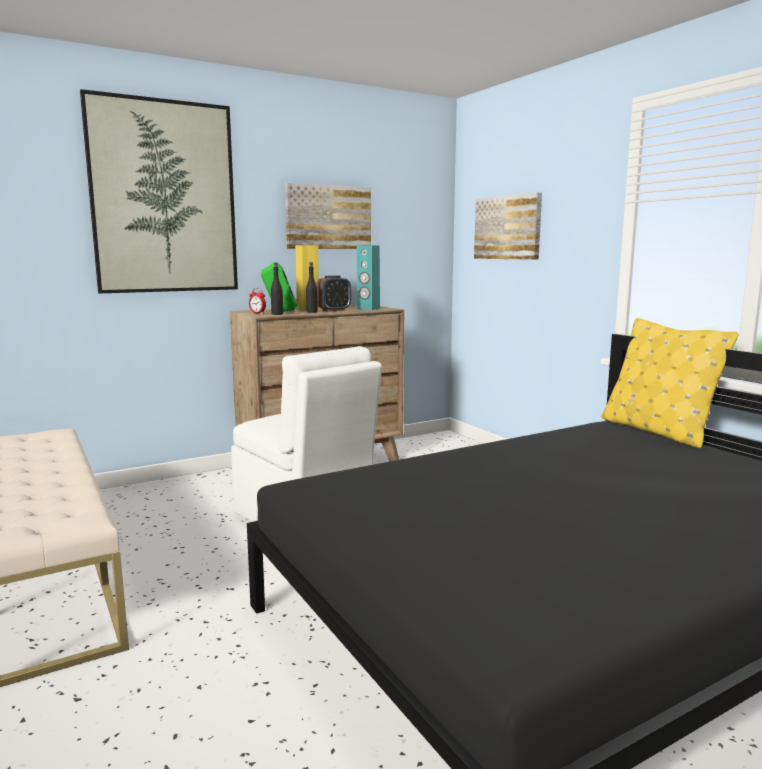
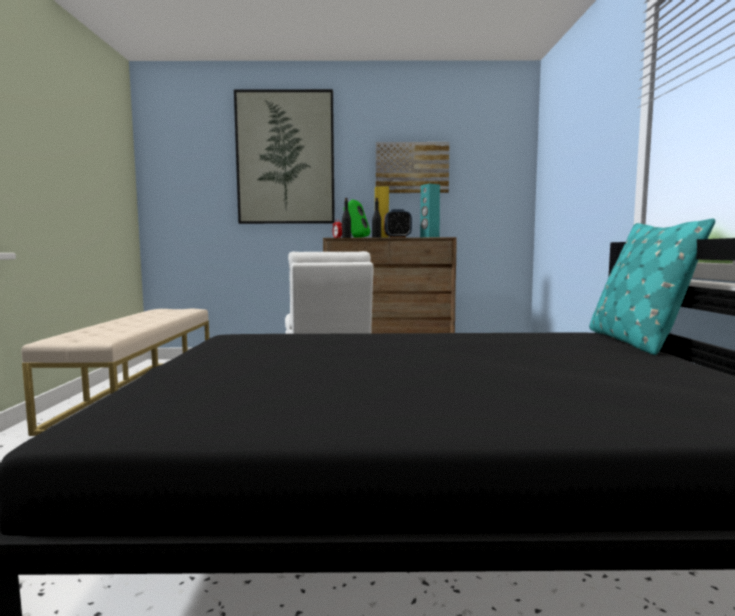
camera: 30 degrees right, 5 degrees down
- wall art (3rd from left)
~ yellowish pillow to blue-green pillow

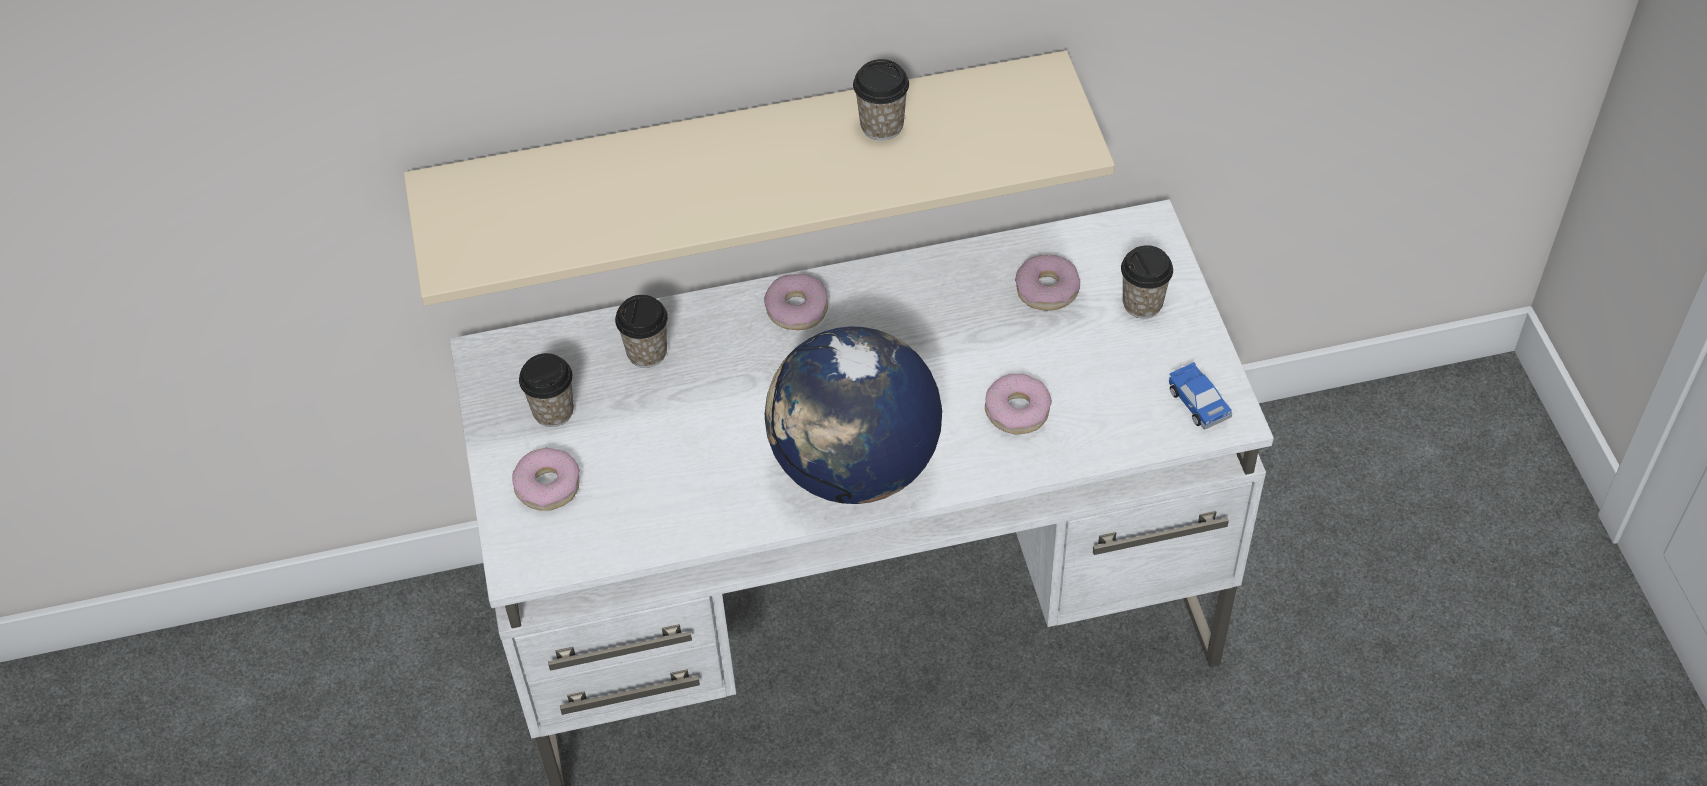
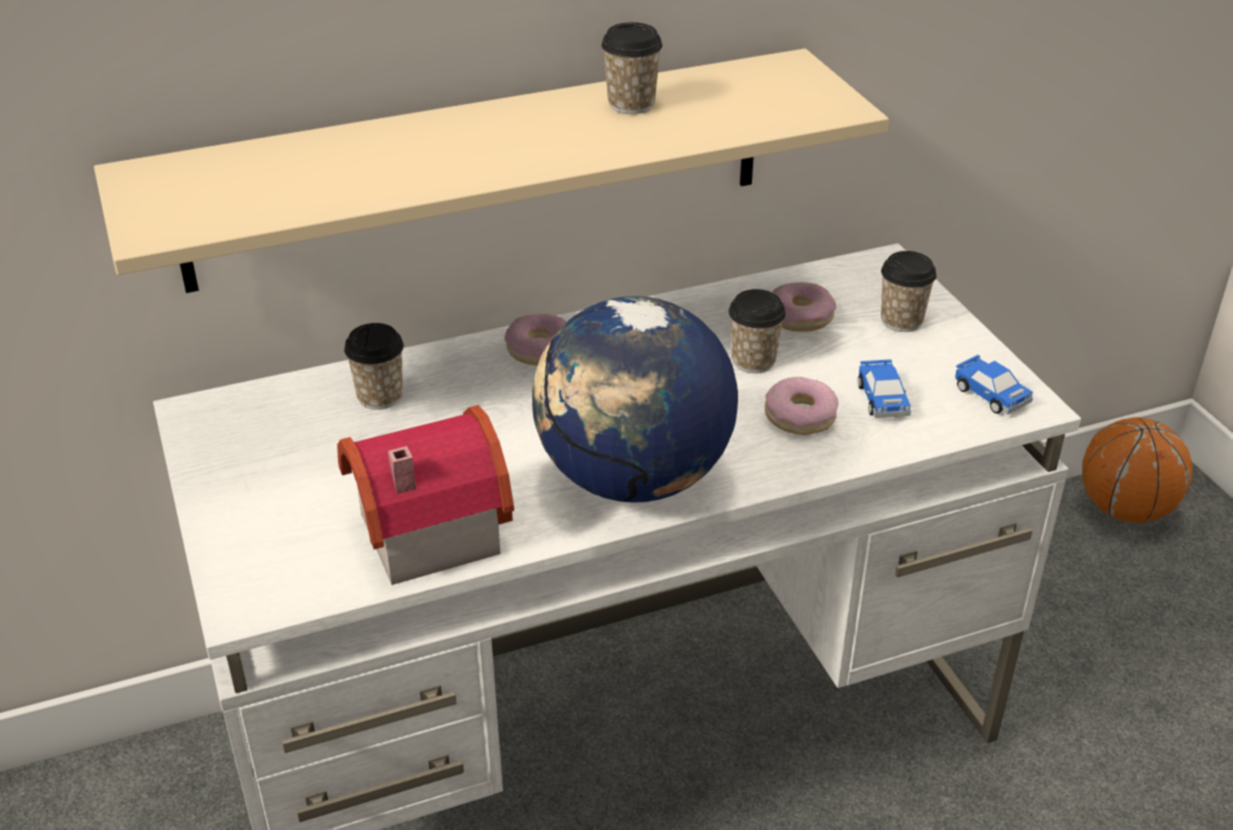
camera: 10 degrees left, 15 degrees down
- ring doughnut (1st from left)
~ cup (1st from left in the first image) to cup (3rd from left)
+ model house
+ model car (1st from left)
+ ball for basketball

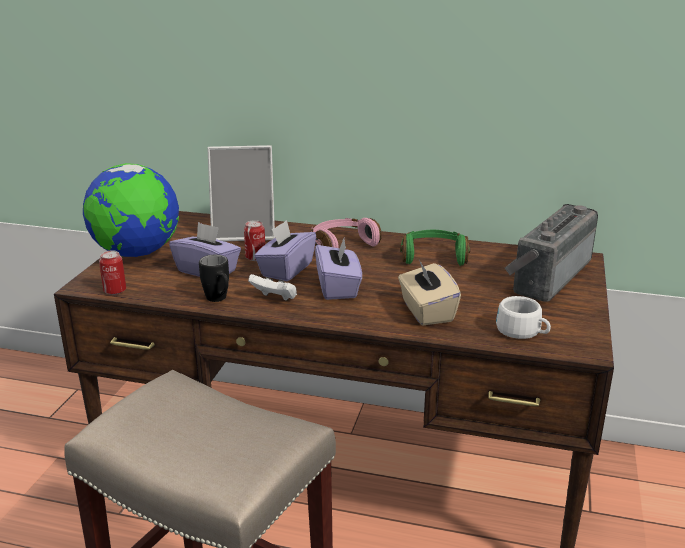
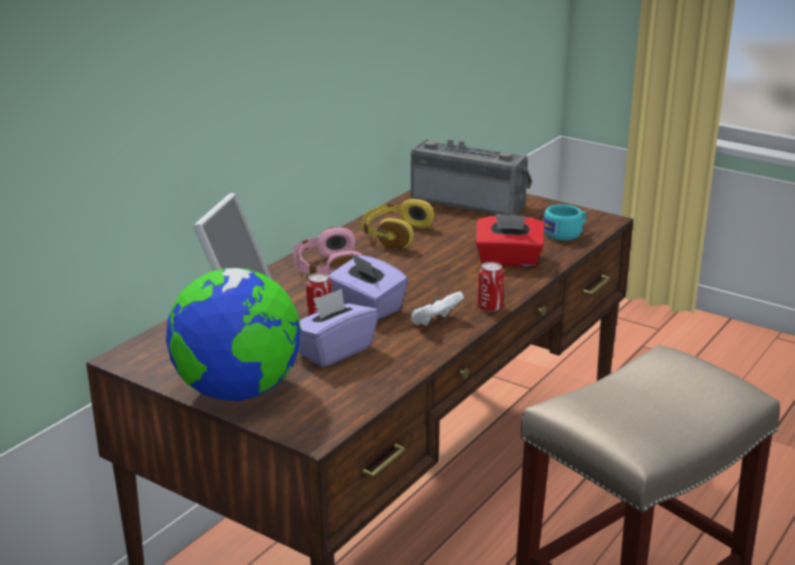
camera: 70 degrees left, 0 degrees up
~ metal can (1st from left in the first image) to metal can (2nd from left)
- blackish tea mug
- purple tissue holder (3rd from left)
~ beige tissue holder to red-coloured tissue holder
~ greenish headphones to yellowish headphones
~ whitish cup to blue-green cup
~ radio 150 degrees clockwise

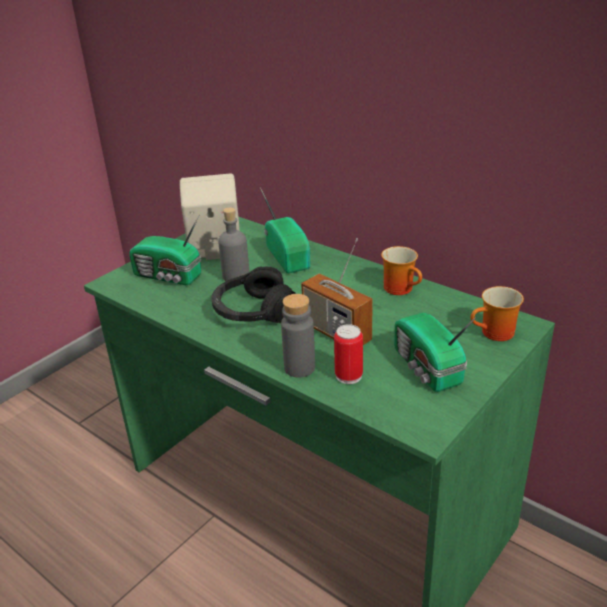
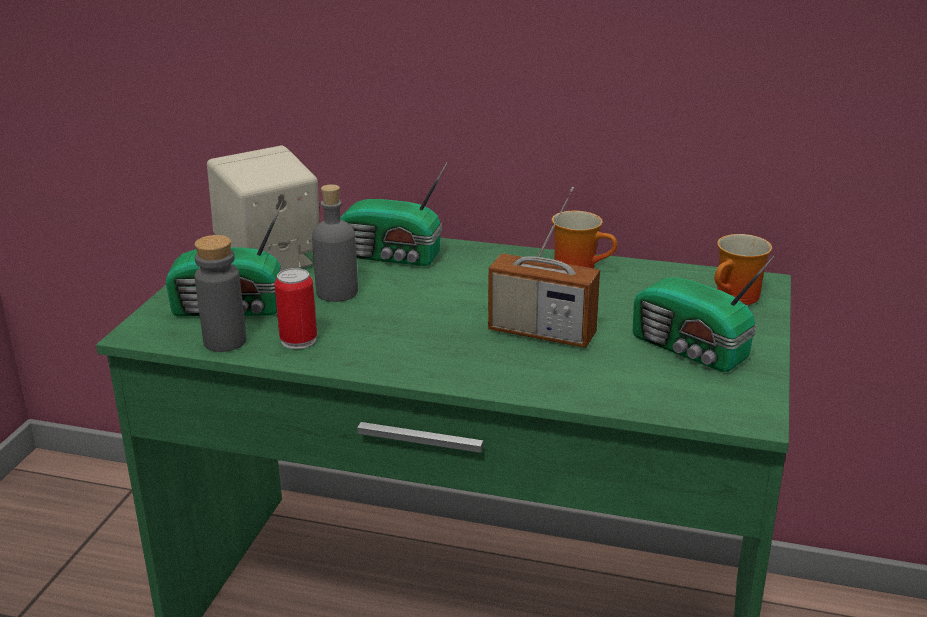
camera: 25 degrees left, 5 degrees down
- blackish headphones
~ radio (2nd from left) 150 degrees clockwise
~ greyish drink bottle (2nd from left in the first image) to greyish drink bottle (1st from left)
~ metal can

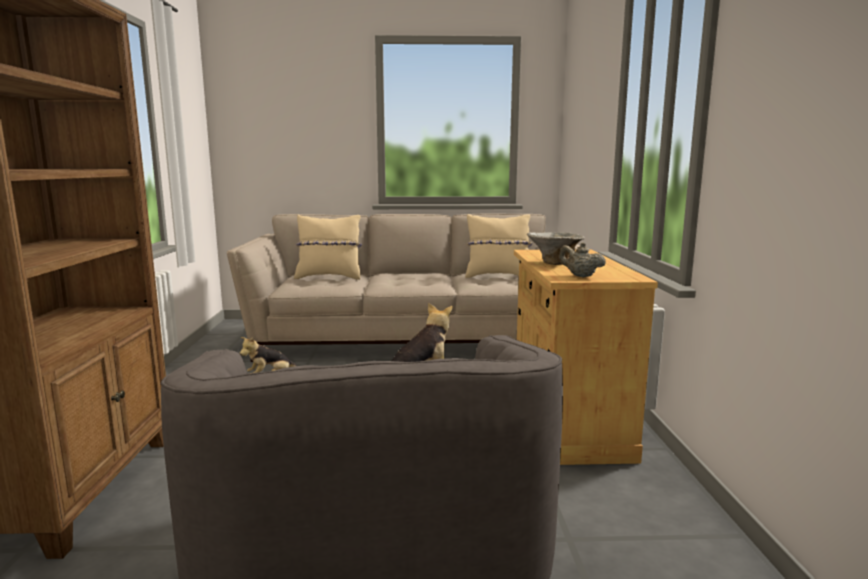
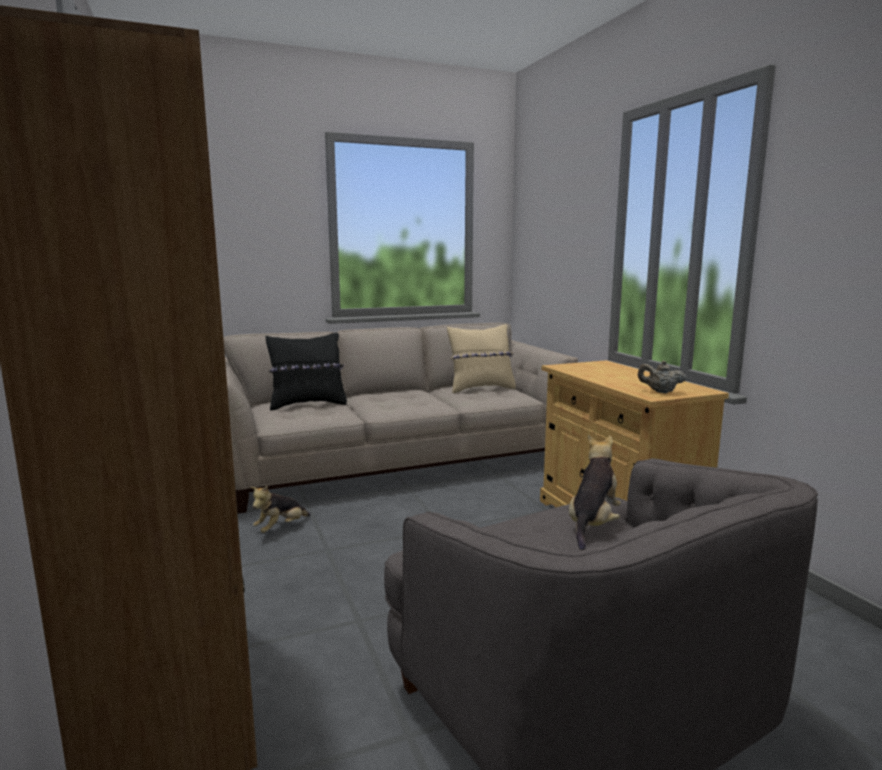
camera: 20 degrees left, 0 degrees up
~ beige pillow (1st from left) to blackish pillow
- bowl

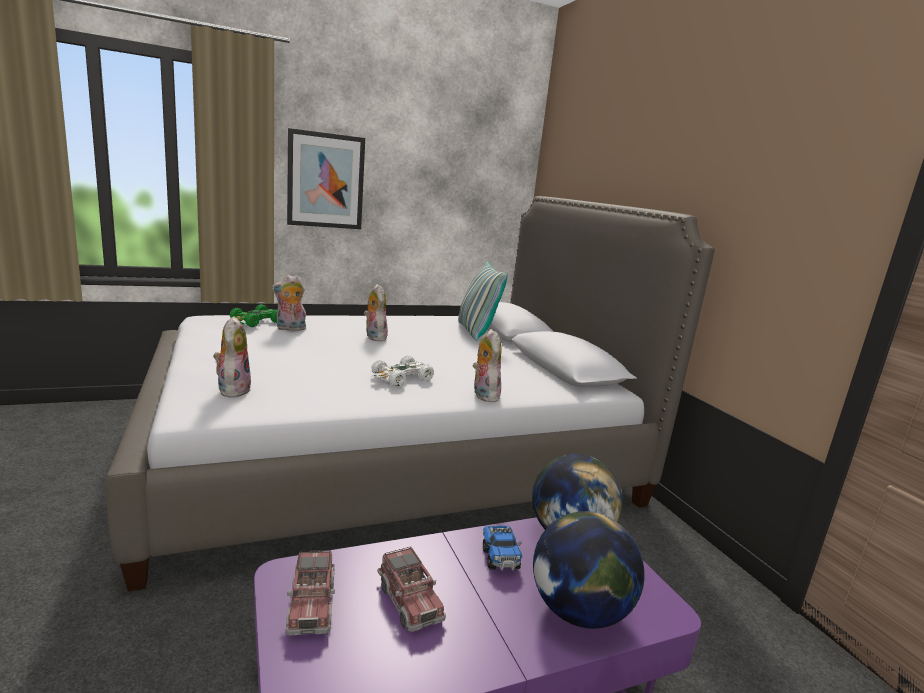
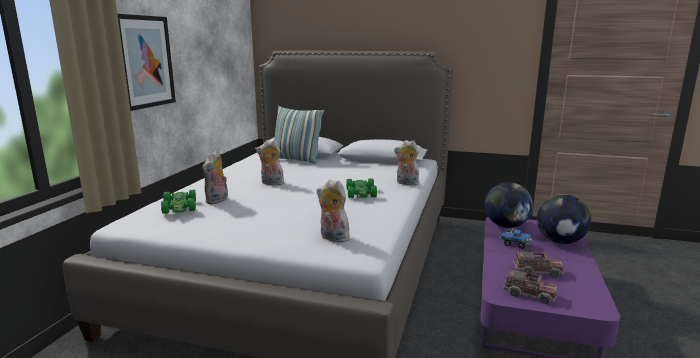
camera: 50 degrees left, 0 degrees up
~ whitish model car to greenish model car (2nd from left)

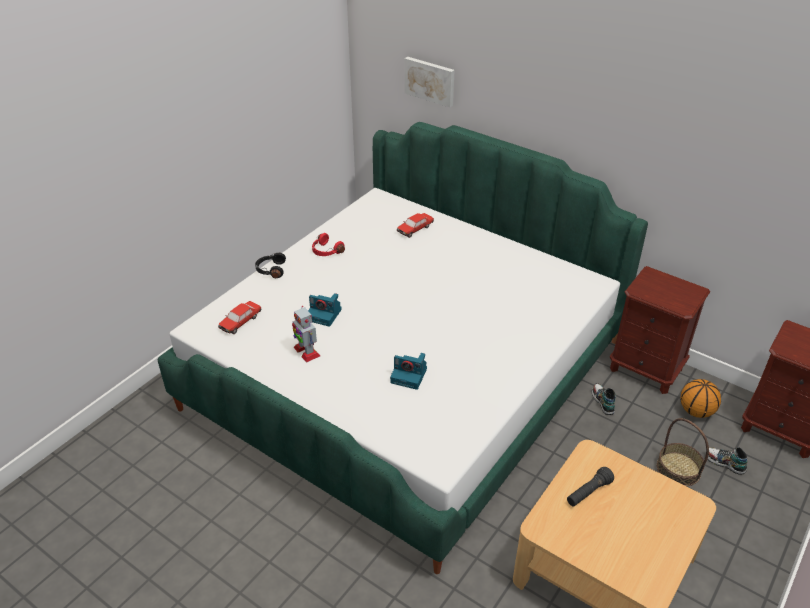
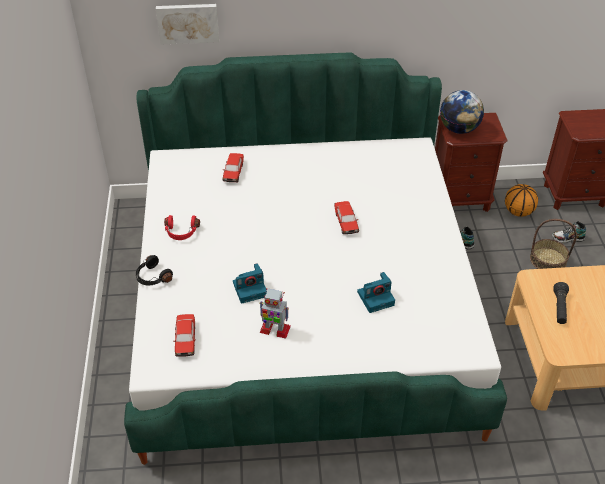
camera: 40 degrees left, 5 degrees up
+ model car (3rd from left)
+ desk globe

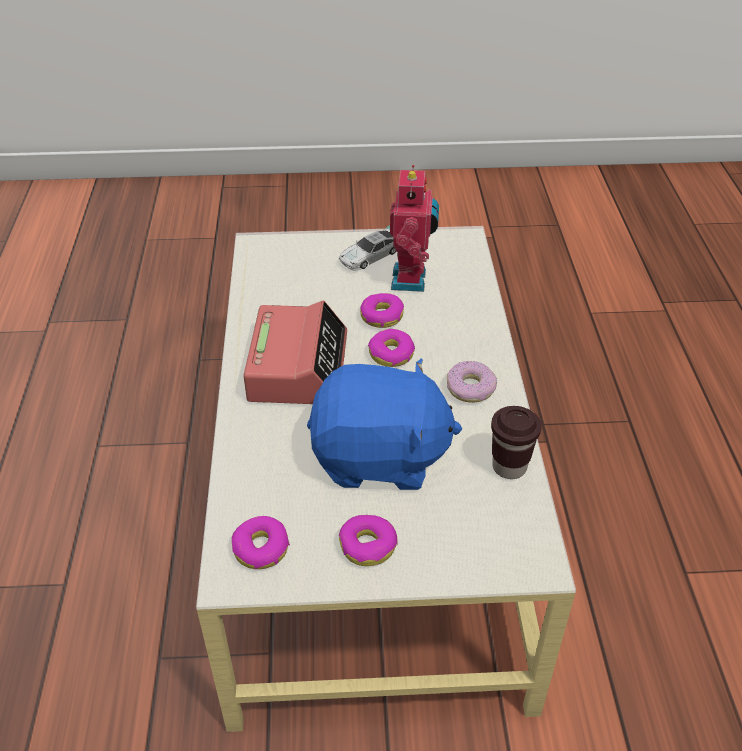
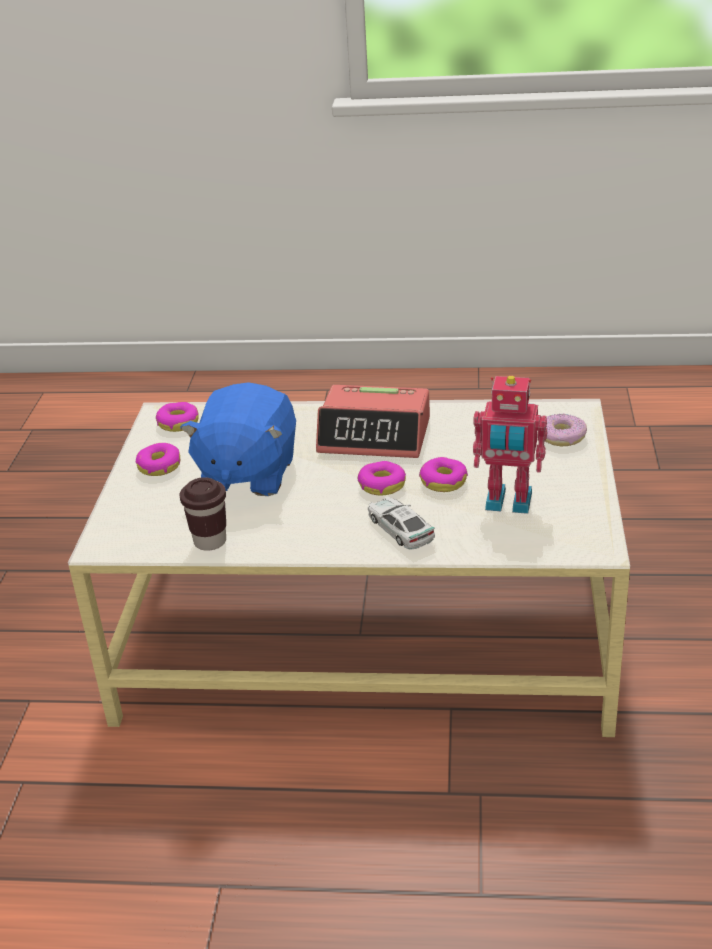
camera: 100 degrees right, 10 degrees down
~ model car
~ ring doughnut (5th from left)

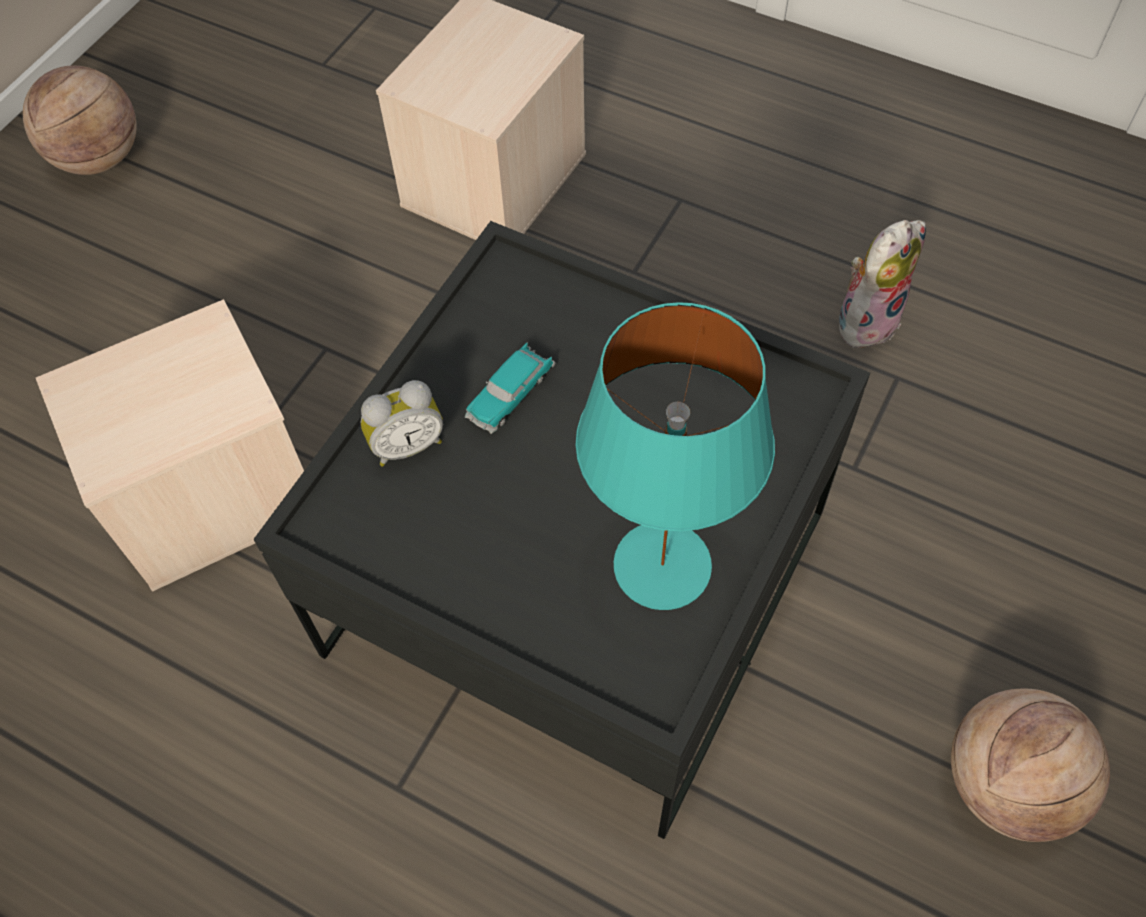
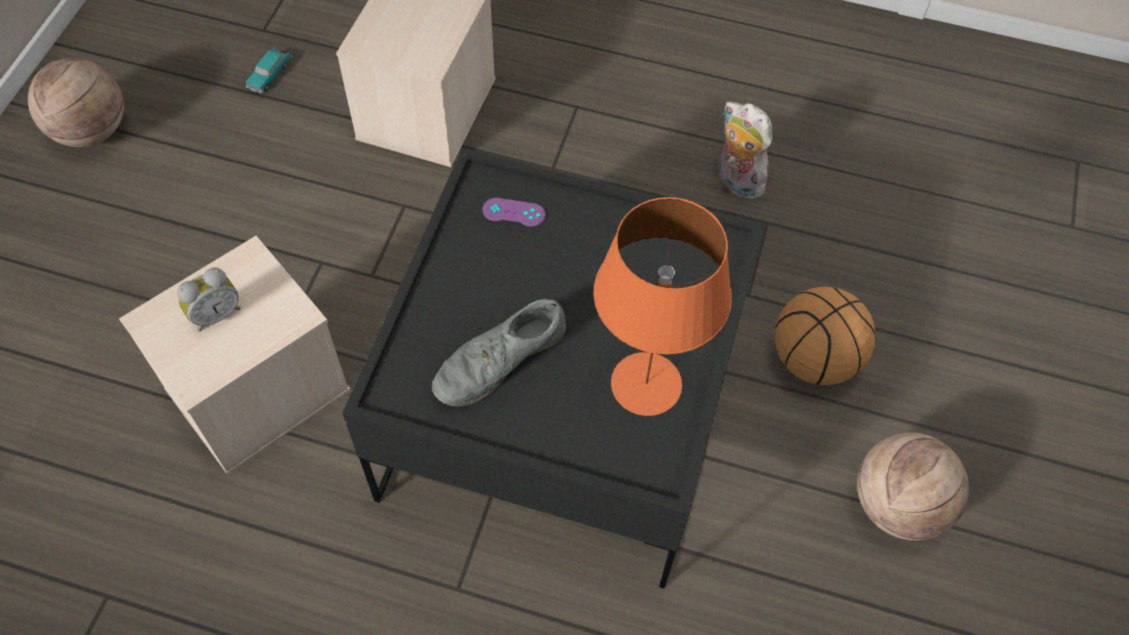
camera: 15 degrees left, 0 degrees up
~ table clock
~ model car
~ blue-green tabletop lamp to orange-coloured tabletop lamp
~ cuddly toy 75 degrees counterclockwise
+ greyish item of footwear
+ purple joypad
+ ball for basketball (2nd from left)

